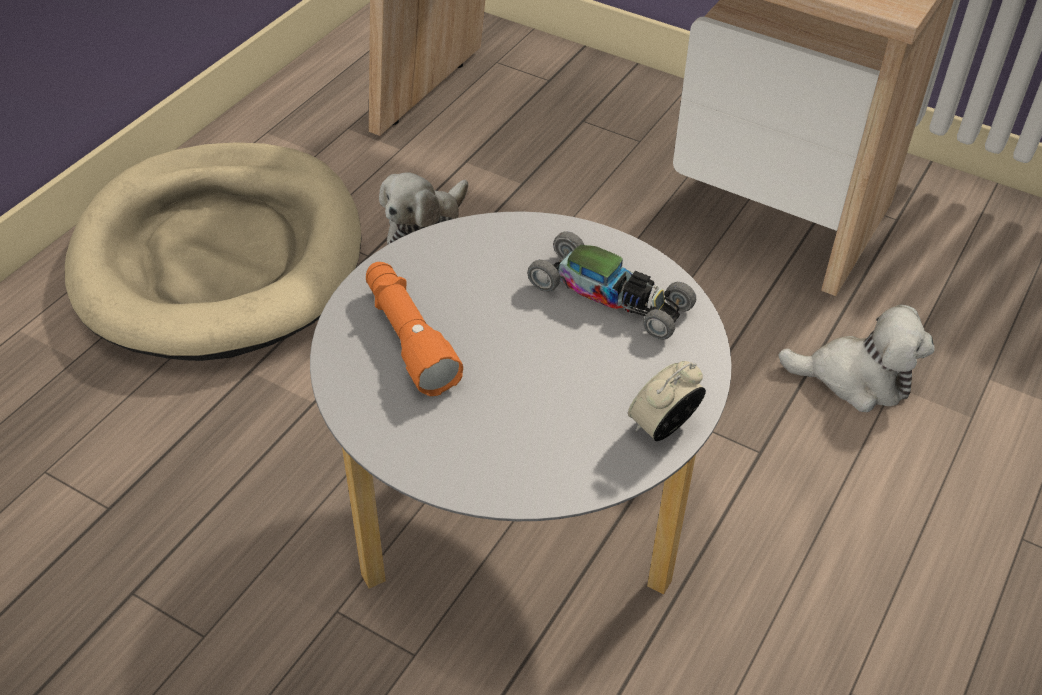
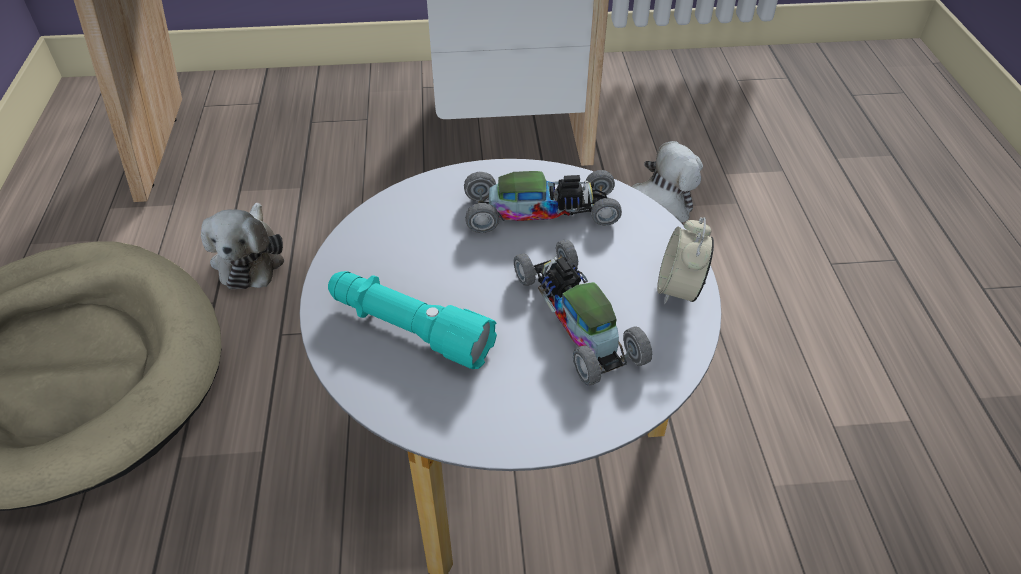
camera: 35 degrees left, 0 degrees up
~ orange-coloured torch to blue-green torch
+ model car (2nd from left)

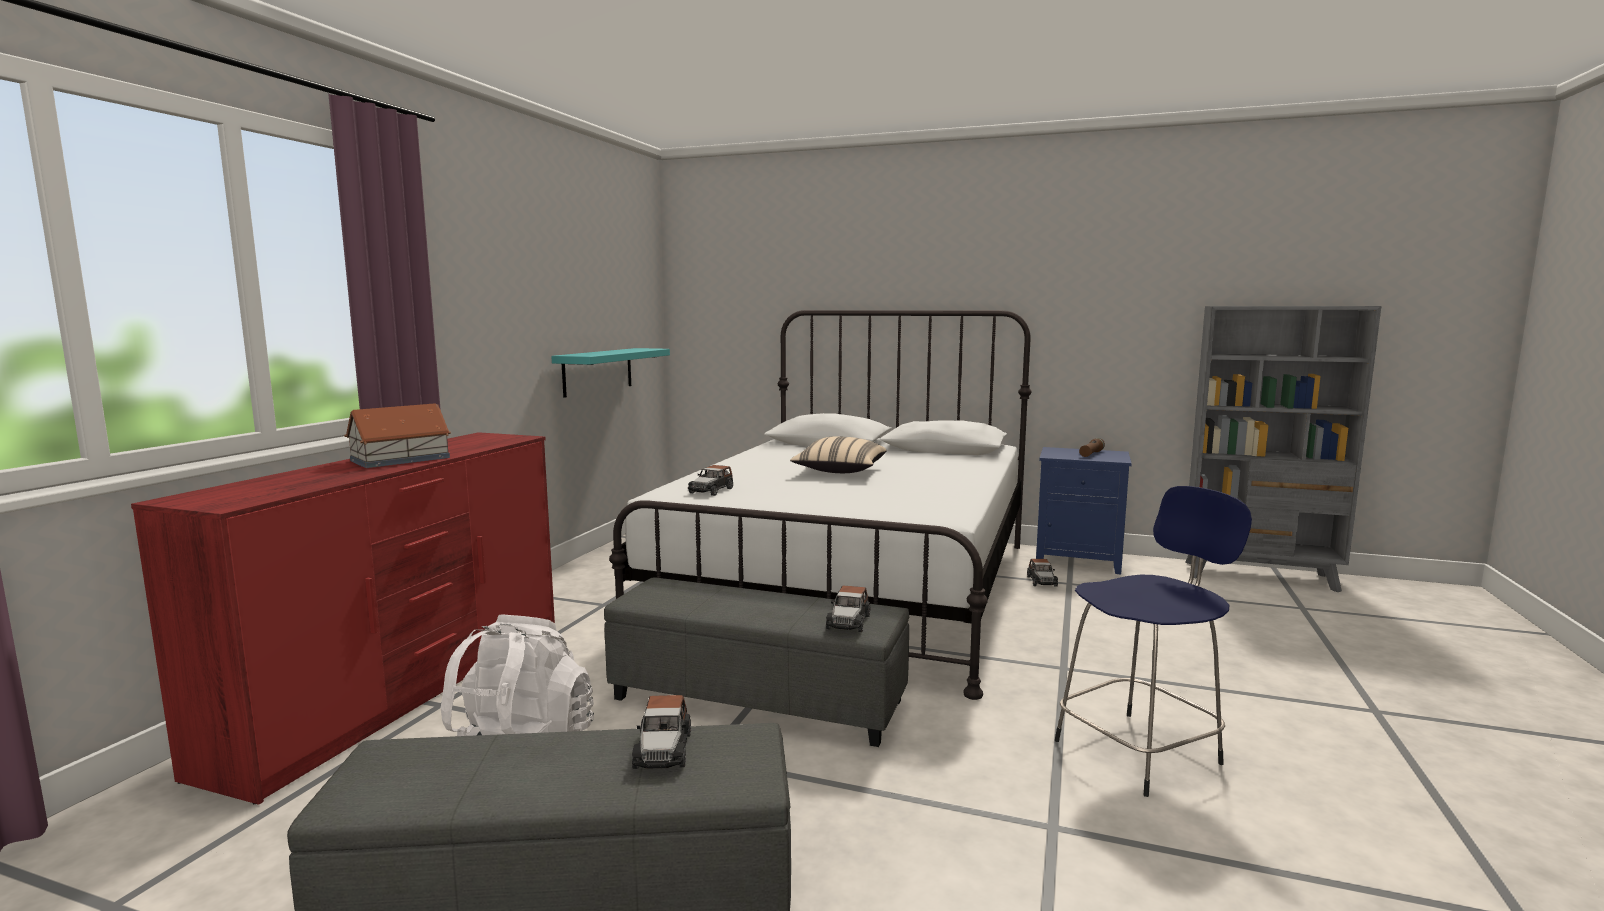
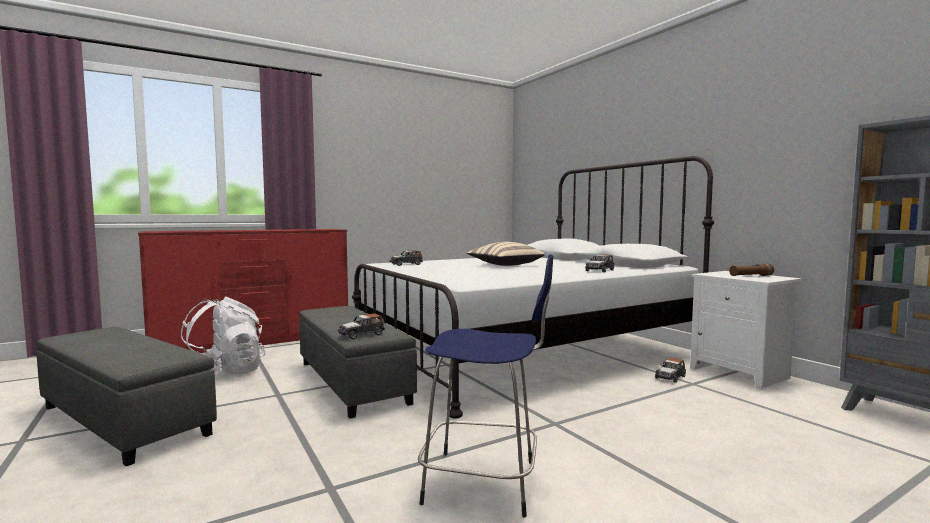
camera: 40 degrees right, 5 degrees down
- model house
- blue-green shelf
~ model car (1st from left in the first image) to model car (3rd from left)
~ blue-coloured nightstand to whitish nightstand

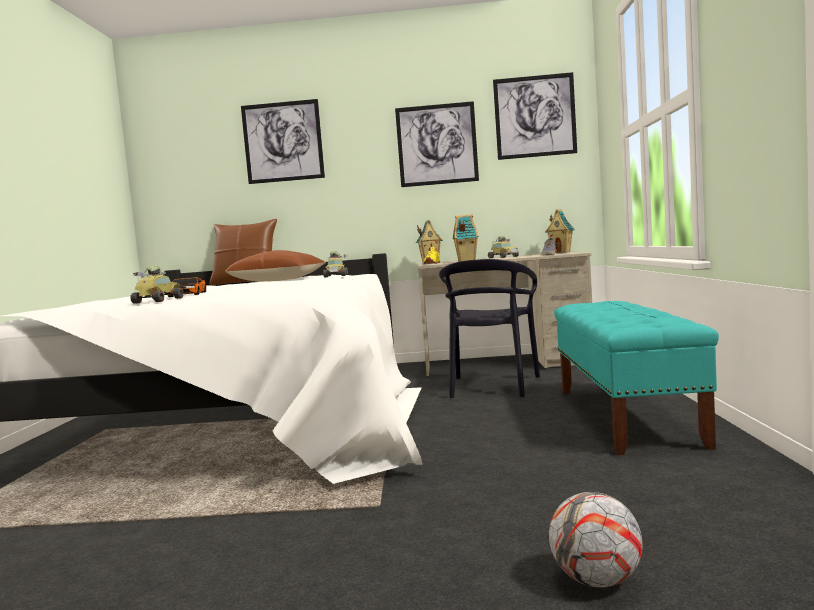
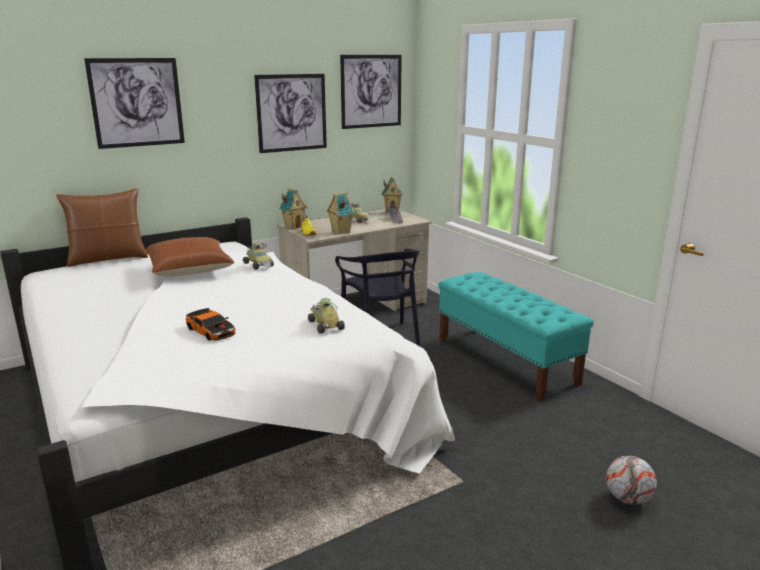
camera: 35 degrees left, 15 degrees up
~ model car (1st from left in the first image) to model car (3rd from left)

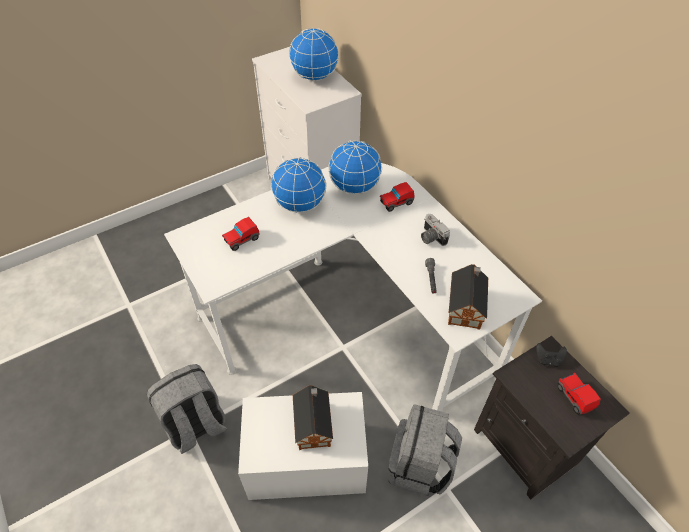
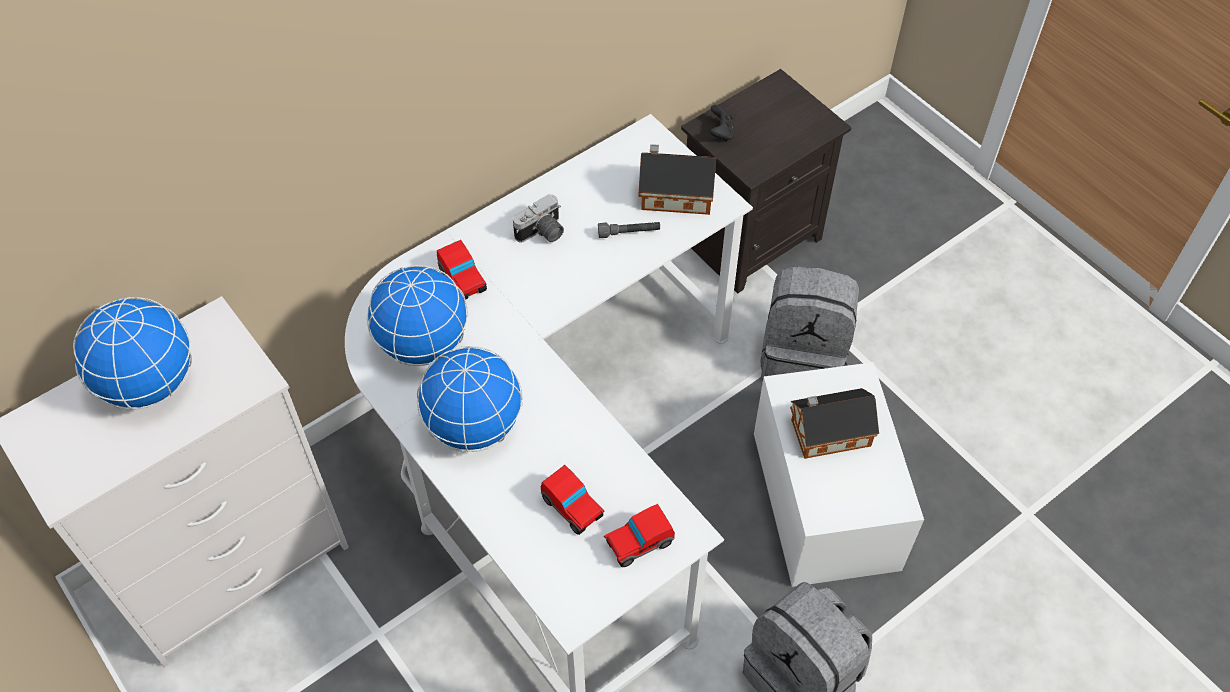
camera: 95 degrees left, 5 degrees up
~ model car (3rd from left)

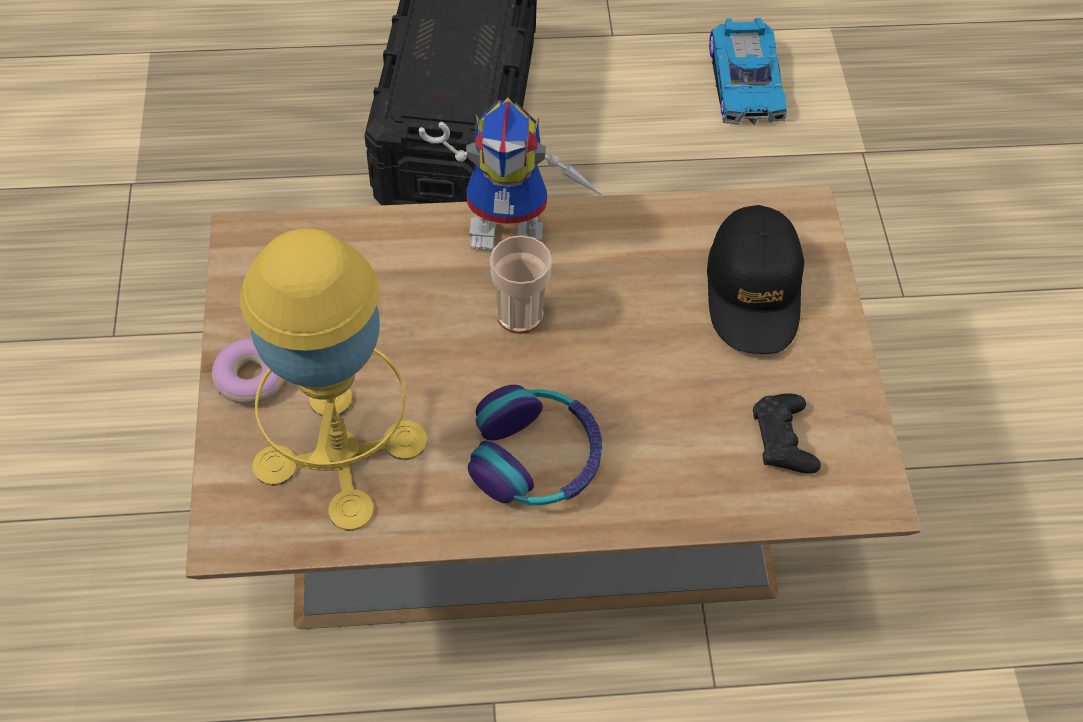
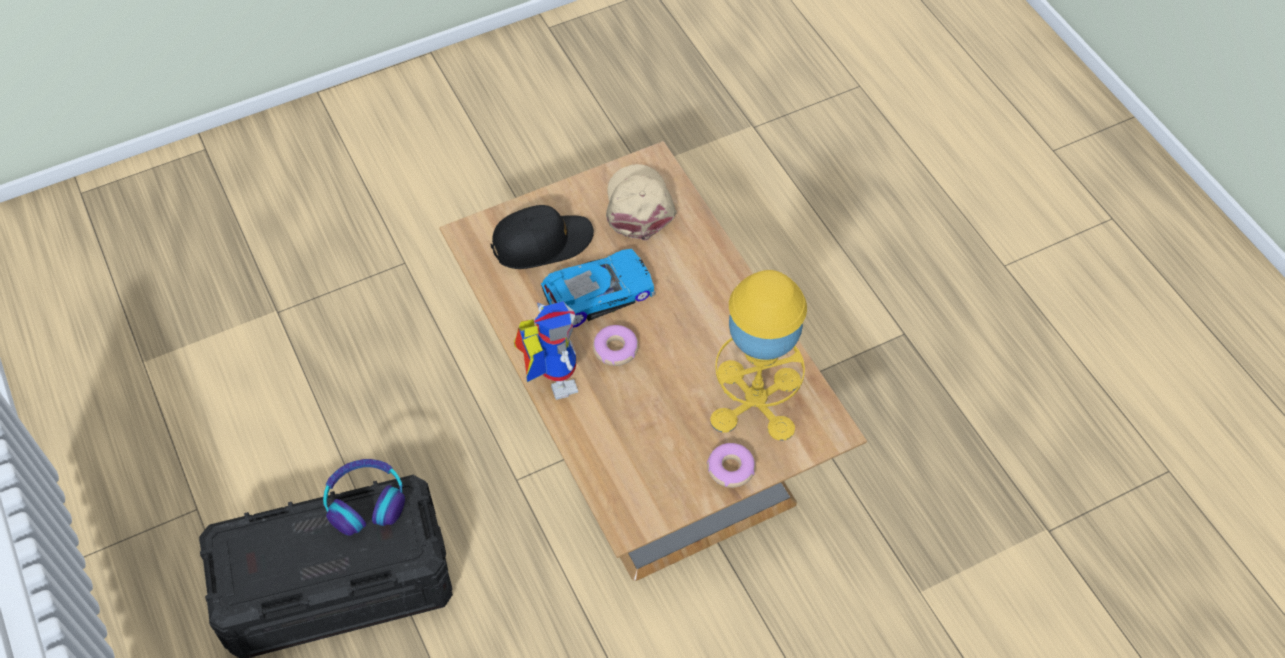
camera: 110 degrees left, 0 degrees up
~ headphones
~ cup to ring doughnut (1st from left)
~ model car
~ blackish joypad to beige cap

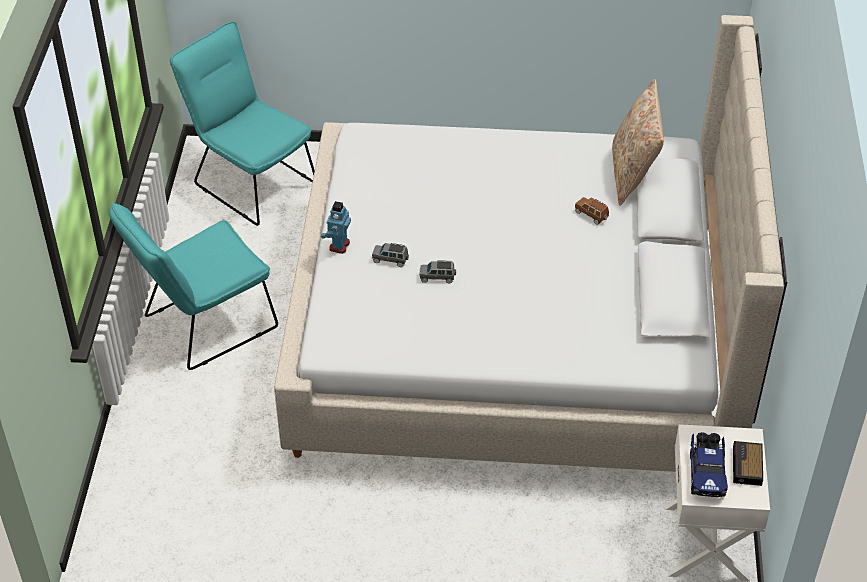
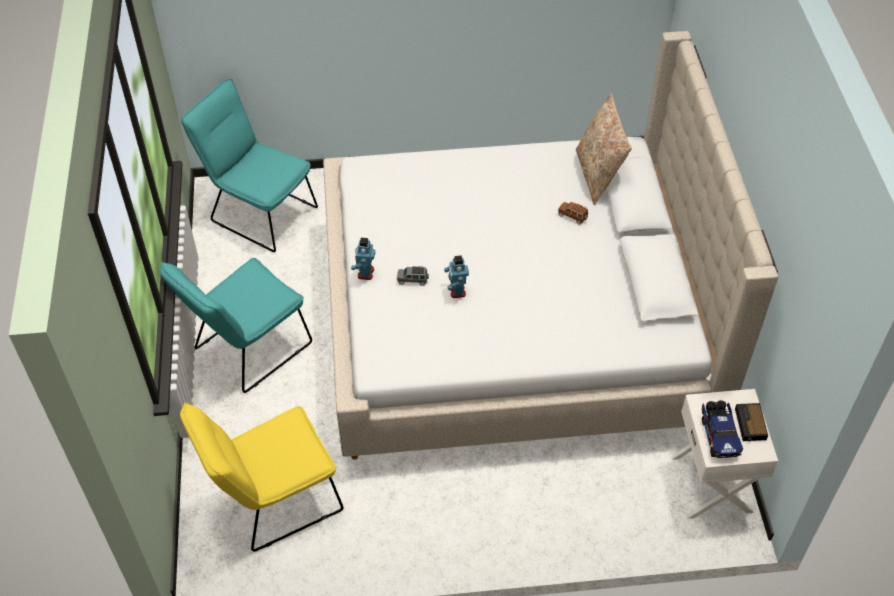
camera: 10 degrees left, 5 degrees up
~ greyish model car (2nd from left) to toy robot (2nd from left)
+ yellowish upright chair

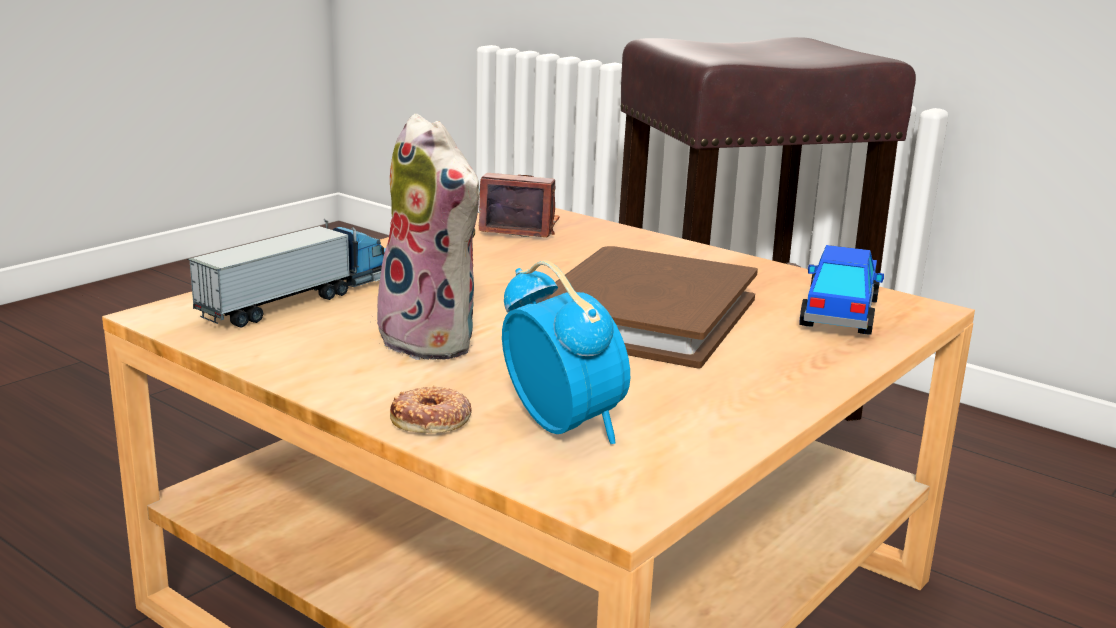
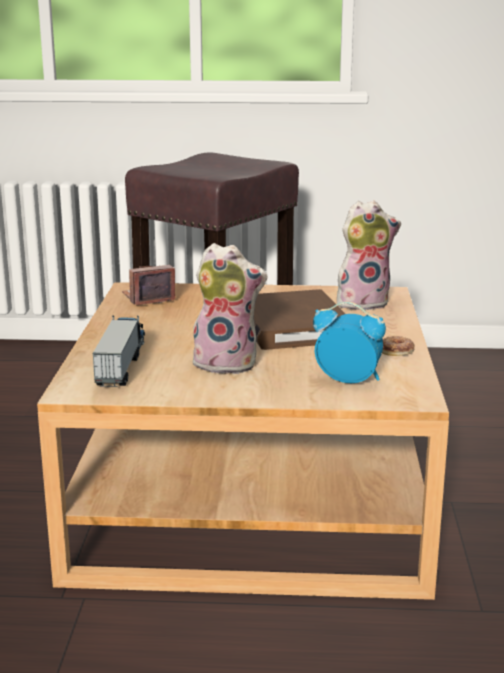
camera: 35 degrees left, 0 degrees up
~ ring doughnut
~ model car to cuddly toy (2nd from left)

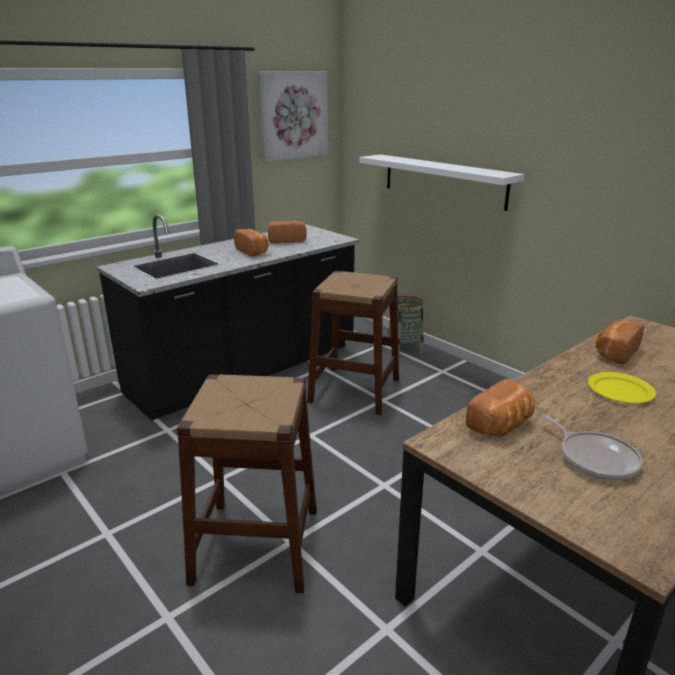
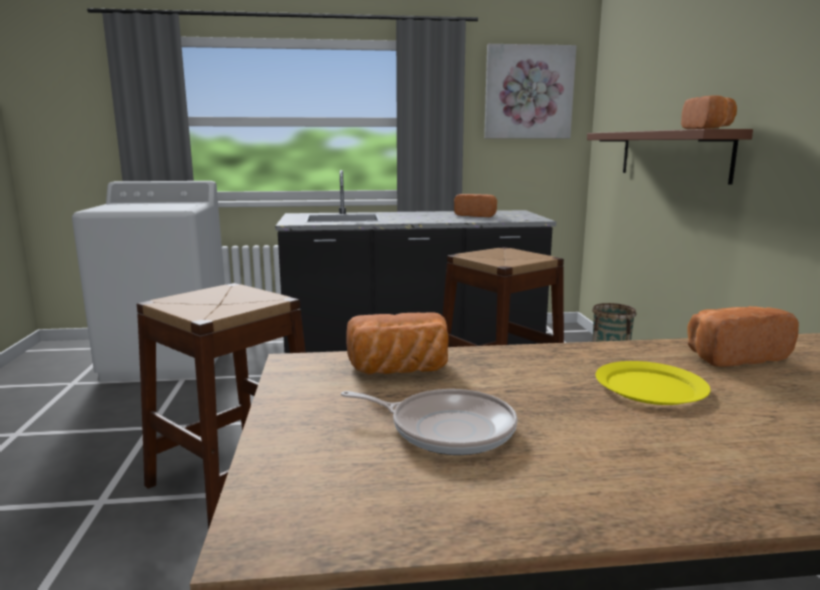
camera: 35 degrees right, 10 degrees down
~ bread (1st from left in the first image) to bread (3rd from left)
~ whitish shelf to brown-coloured shelf
~ pan 75 degrees counterclockwise

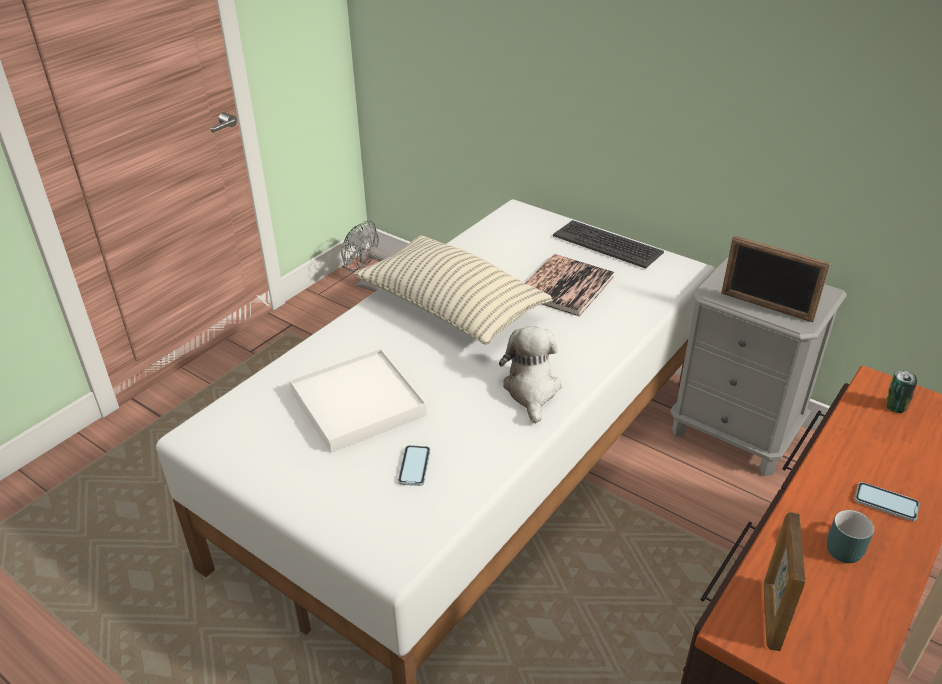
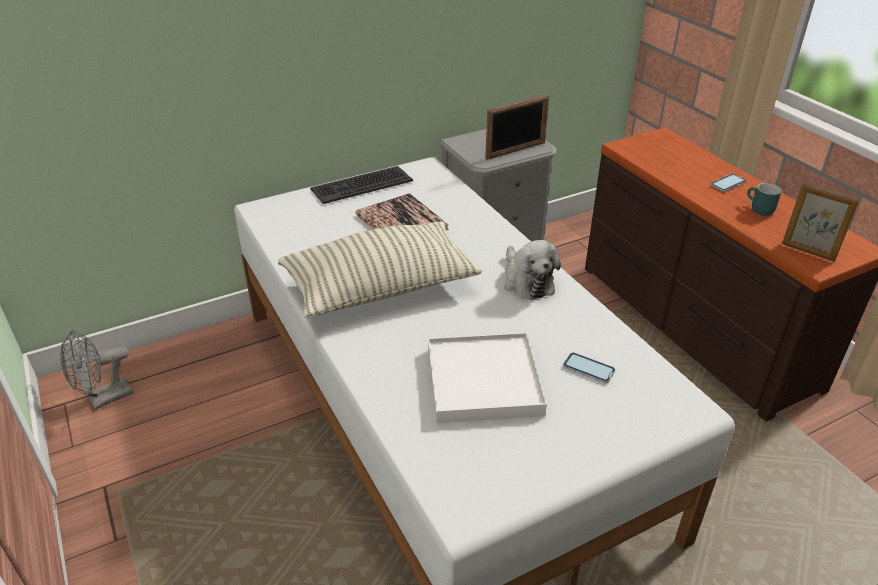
camera: 65 degrees left, 0 degrees up
~ cuddly toy 135 degrees counterclockwise
- metal can

